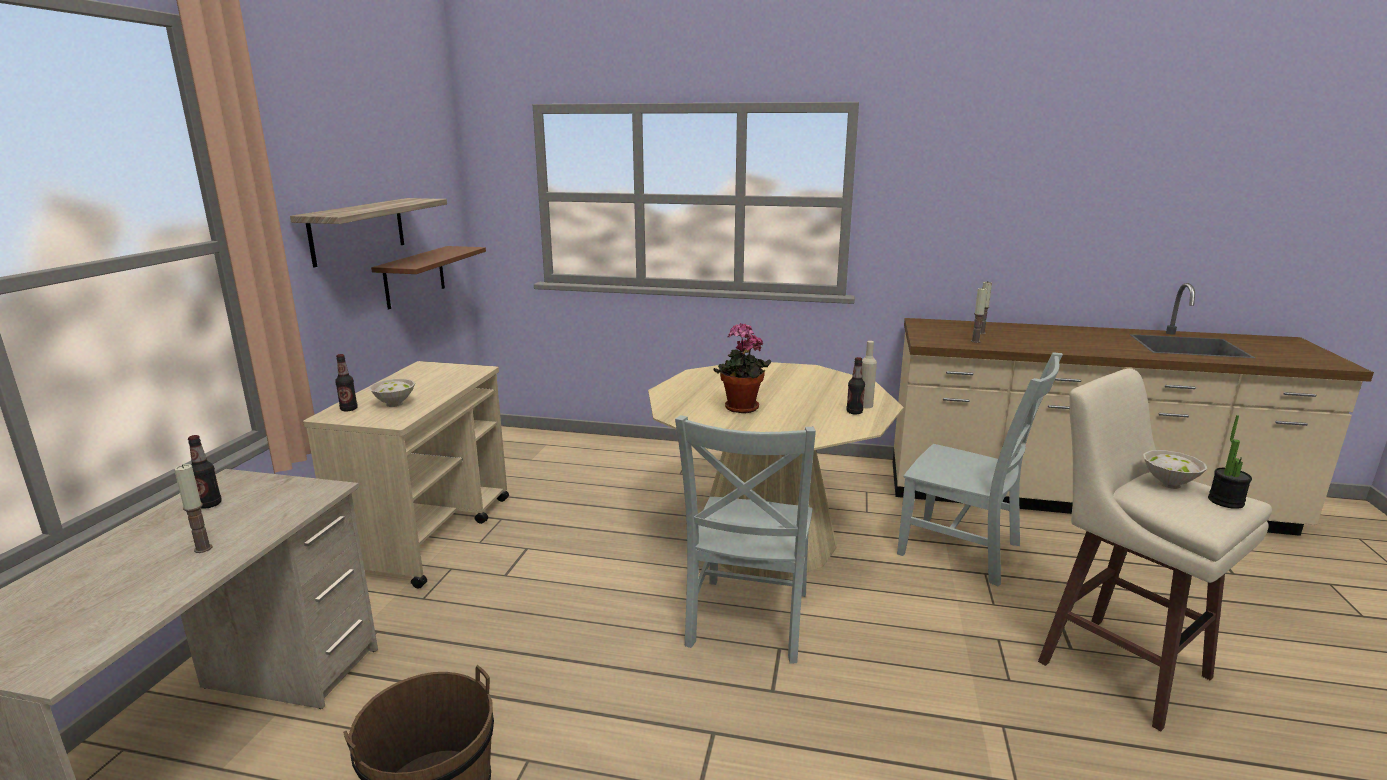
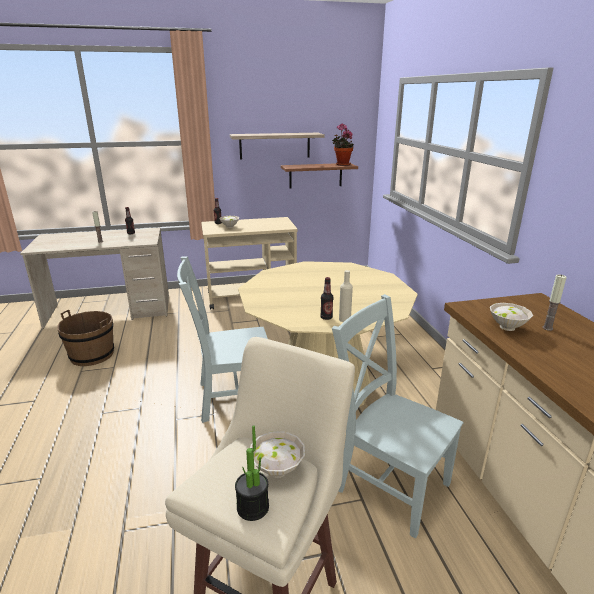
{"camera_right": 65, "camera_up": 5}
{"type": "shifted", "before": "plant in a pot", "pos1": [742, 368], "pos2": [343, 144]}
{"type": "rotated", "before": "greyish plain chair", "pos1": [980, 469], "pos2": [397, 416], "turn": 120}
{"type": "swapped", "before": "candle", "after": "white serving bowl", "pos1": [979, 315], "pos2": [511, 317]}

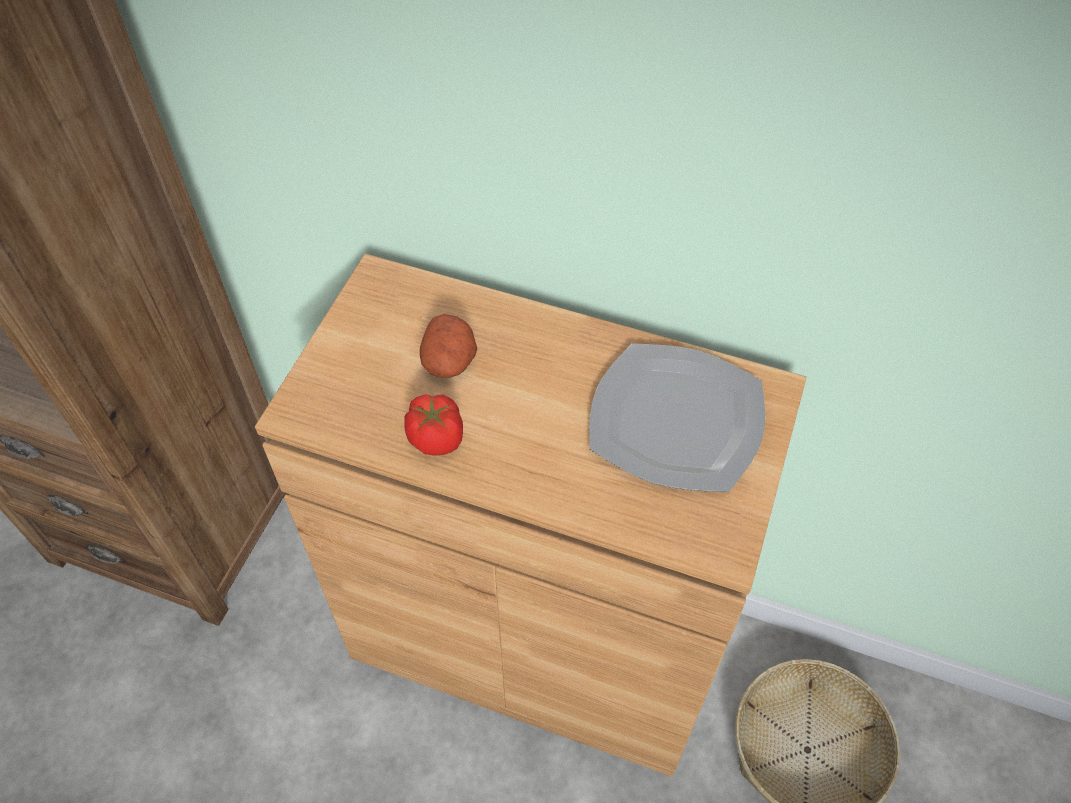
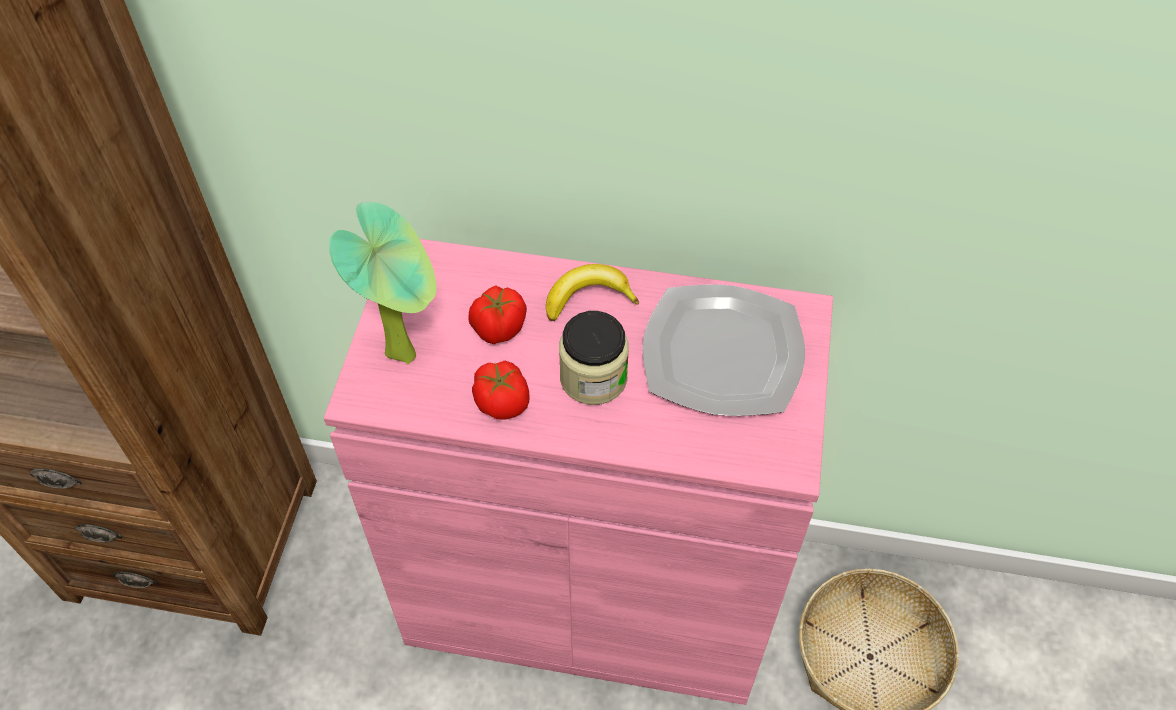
{"camera_right": -10, "camera_up": 0}
{"type": "repainted", "before": "brown storage cabinet", "after": "pinkish storage cabinet", "pos1": [531, 515], "pos2": [578, 472]}
{"type": "new", "after": "plant in a pot", "pos2": [383, 283]}
{"type": "swapped", "before": "potato", "after": "fresh tomato", "pos1": [448, 346], "pos2": [497, 315]}
{"type": "new", "after": "banana fruit", "pos2": [592, 292]}
{"type": "new", "after": "preserve jar", "pos2": [594, 358]}

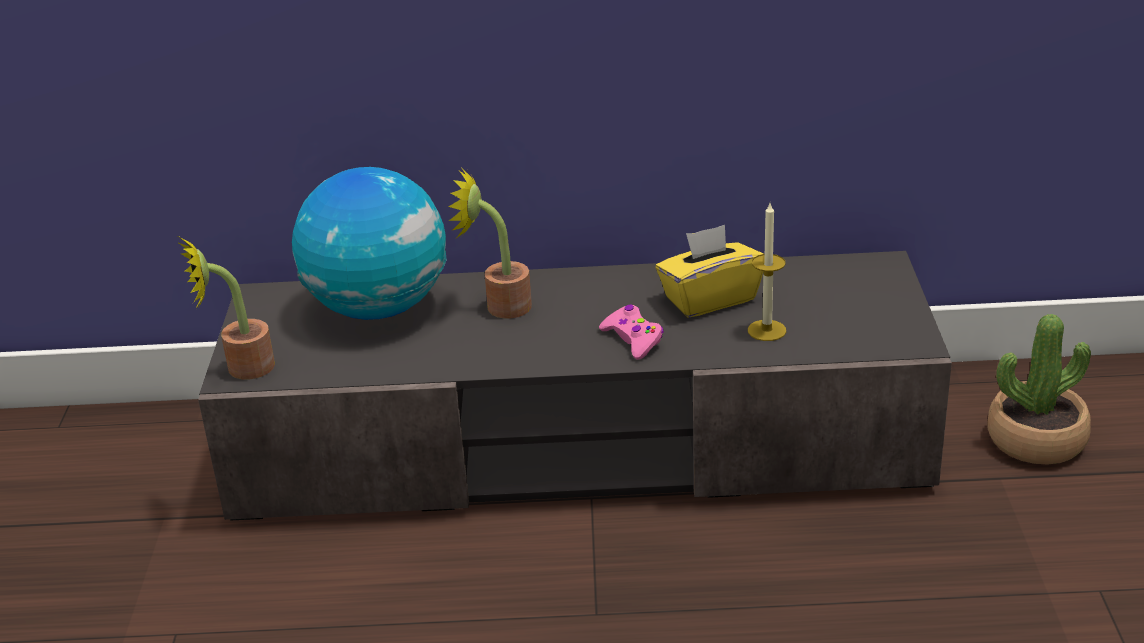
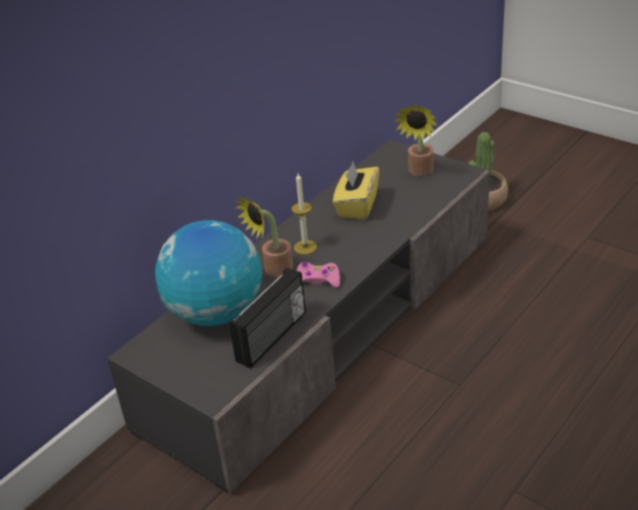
{"camera_right": -50, "camera_up": 5}
{"type": "new", "after": "radio", "pos2": [267, 318]}
{"type": "shifted", "before": "candle", "pos1": [767, 272], "pos2": [304, 214]}
{"type": "shifted", "before": "pinkish game controller", "pos1": [631, 332], "pos2": [318, 275]}
{"type": "shifted", "before": "plant in a pot", "pos1": [226, 308], "pos2": [416, 141]}

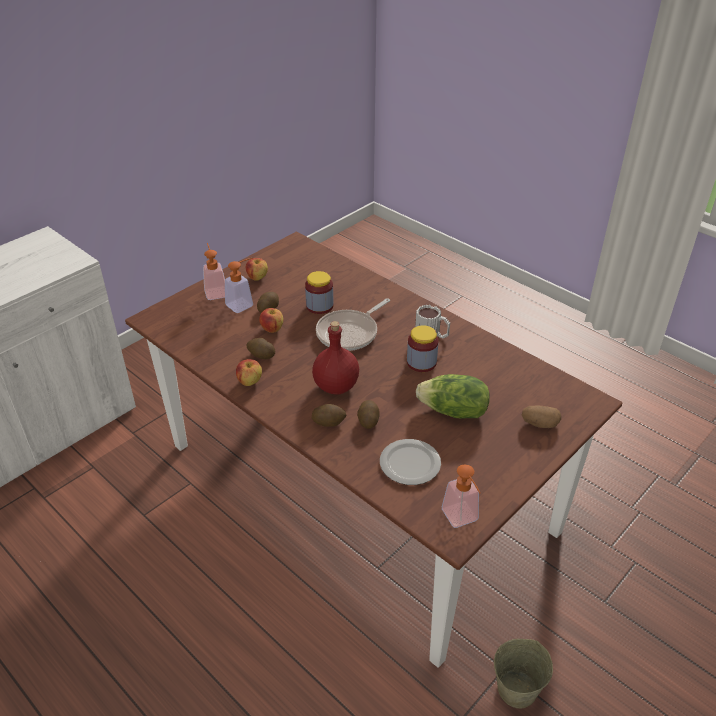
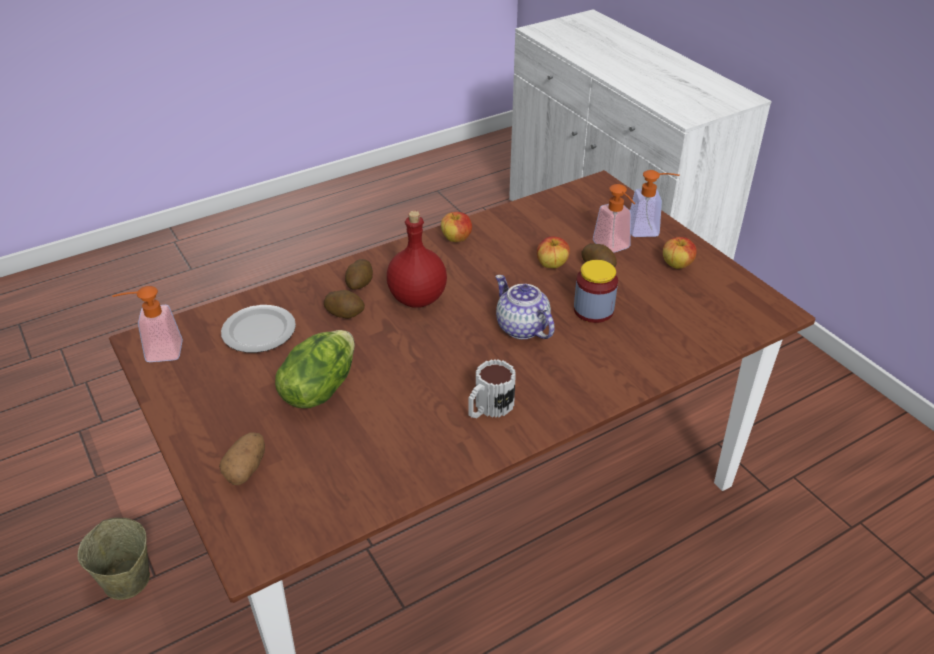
{"camera_right": 105, "camera_up": 0}
{"type": "swapped", "before": "pan", "after": "tea pot", "pos1": [353, 324], "pos2": [525, 307]}
{"type": "gone", "before": "potato", "pos1": [260, 348]}
{"type": "gone", "before": "preserve jar", "pos1": [423, 348]}

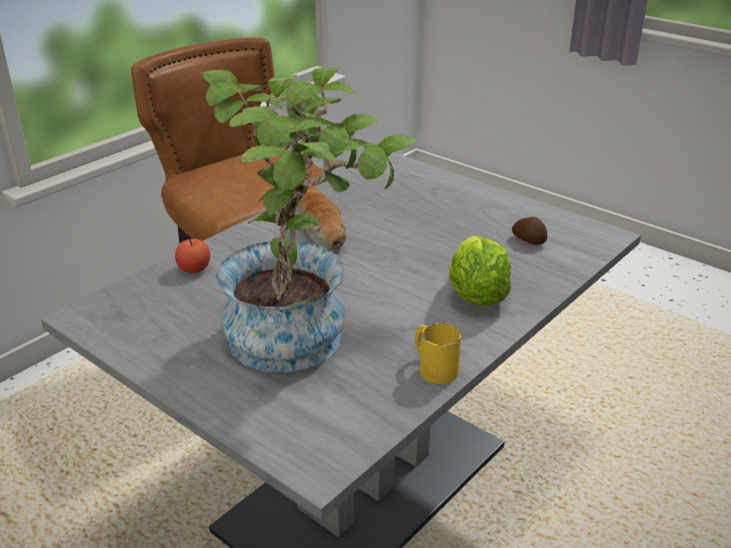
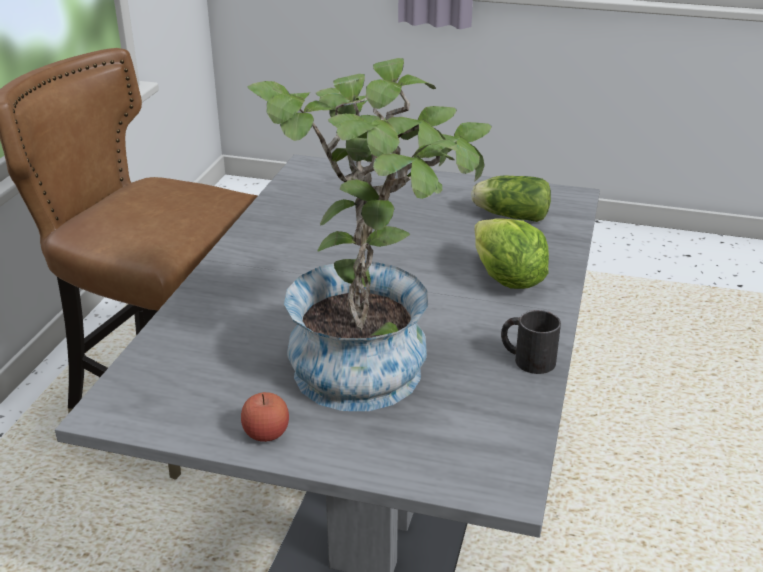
{"camera_right": -25, "camera_up": 0}
{"type": "shifted", "before": "apple fruit", "pos1": [192, 255], "pos2": [265, 417]}
{"type": "swapped", "before": "potato", "after": "head of lettuce", "pos1": [529, 231], "pos2": [511, 199]}
{"type": "repainted", "before": "yellow tea mug", "after": "blackish tea mug", "pos1": [438, 353], "pos2": [531, 342]}
{"type": "gone", "before": "bakery bread", "pos1": [320, 218]}

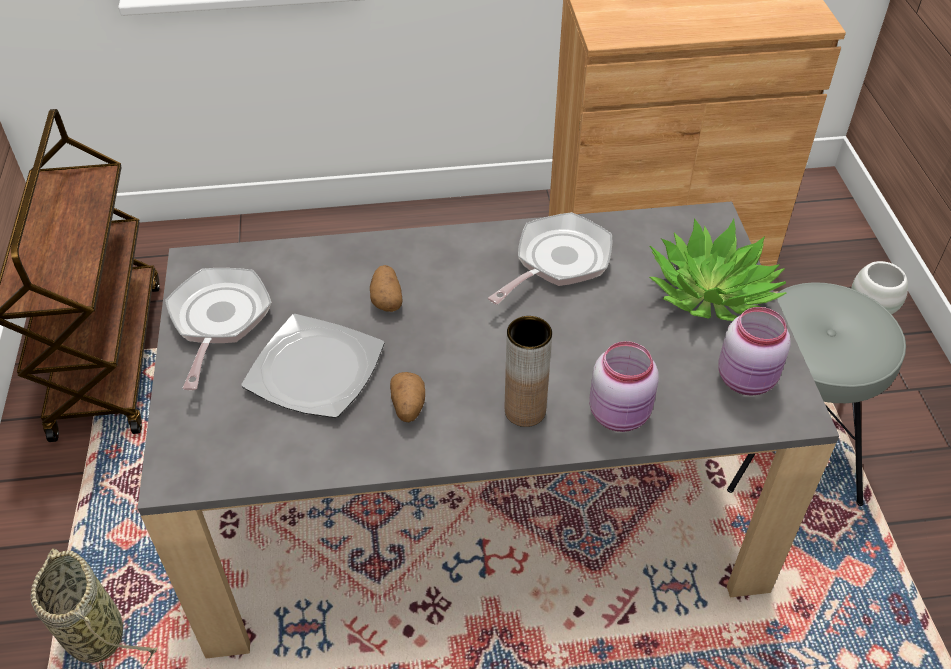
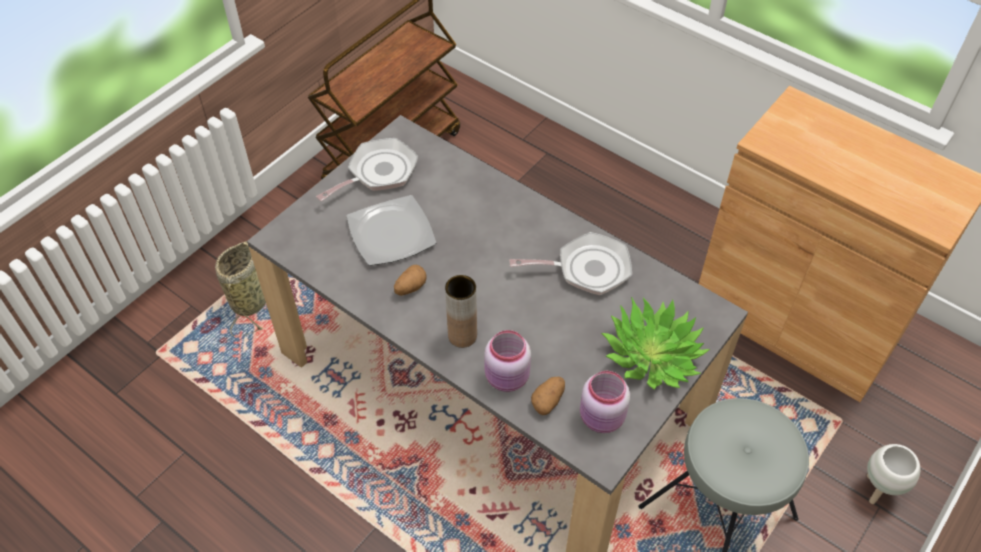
{"camera_right": 45, "camera_up": 5}
{"type": "shifted", "before": "potato", "pos1": [386, 288], "pos2": [548, 396]}

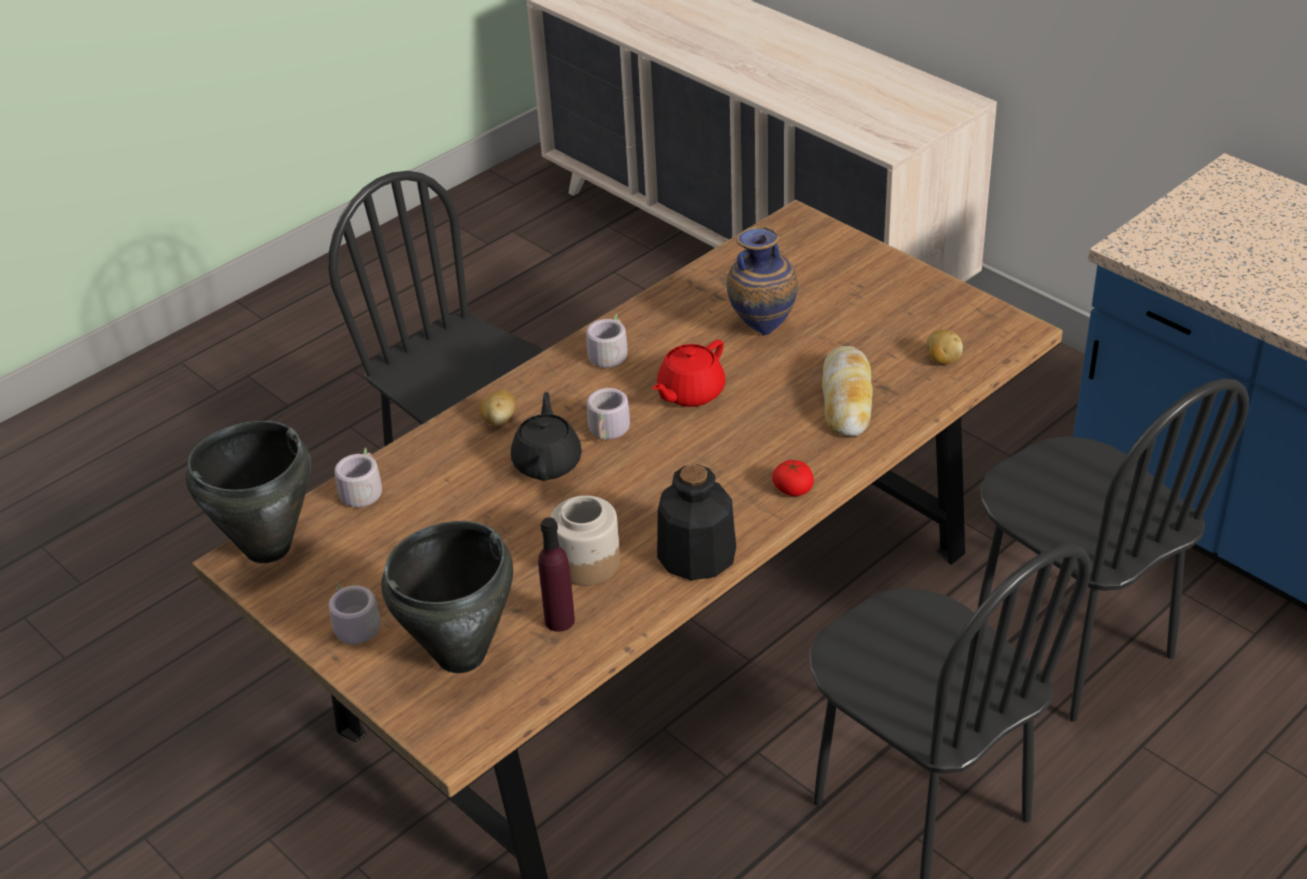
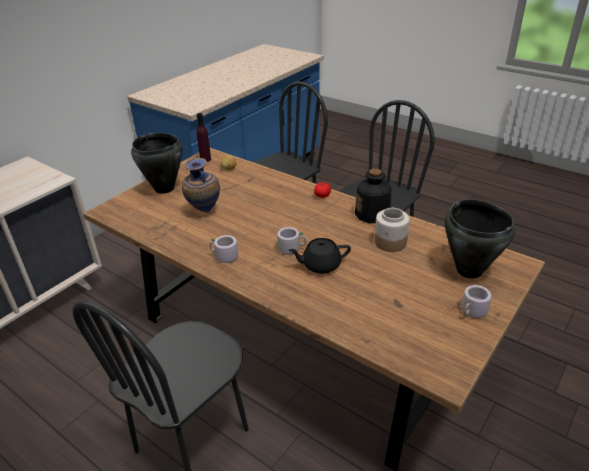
{"camera_right": -100, "camera_up": -5}
{"type": "shifted", "before": "blackish saucepot", "pos1": [248, 492], "pos2": [157, 163]}
{"type": "shifted", "before": "purple-coloured bottle", "pos1": [556, 574], "pos2": [204, 137]}
{"type": "gone", "before": "greyish tea mug", "pos1": [355, 477]}
{"type": "gone", "before": "potato", "pos1": [498, 408]}
{"type": "gone", "before": "red-coloured tea pot", "pos1": [689, 373]}
{"type": "gone", "before": "bakery bread", "pos1": [847, 391]}

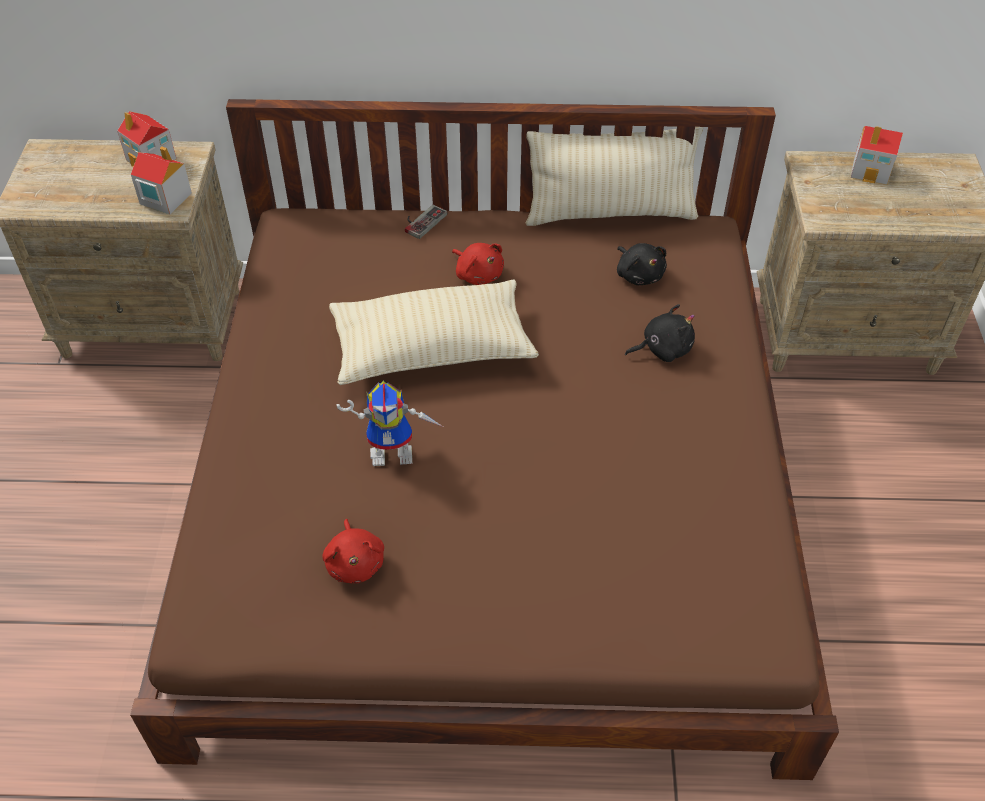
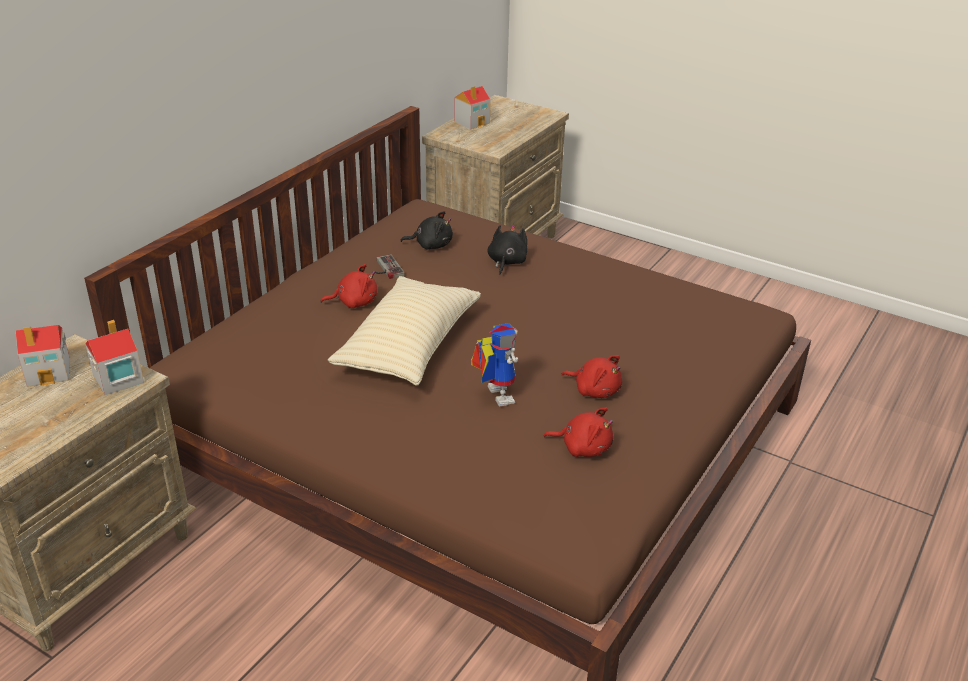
{"camera_right": -60, "camera_up": -15}
{"type": "shifted", "before": "game controller", "pos1": [426, 222], "pos2": [390, 266]}
{"type": "rotated", "before": "toy robot", "pos1": [389, 423], "pos2": [494, 365], "turn": -45}
{"type": "new", "after": "red-coloured plush toy", "pos2": [591, 376]}
{"type": "gone", "before": "sand-coloured cushion", "pos1": [614, 176]}

